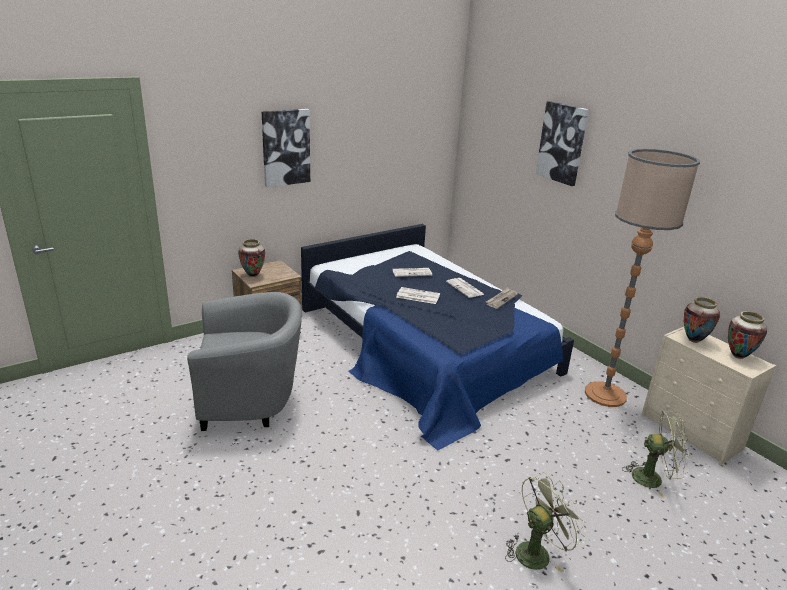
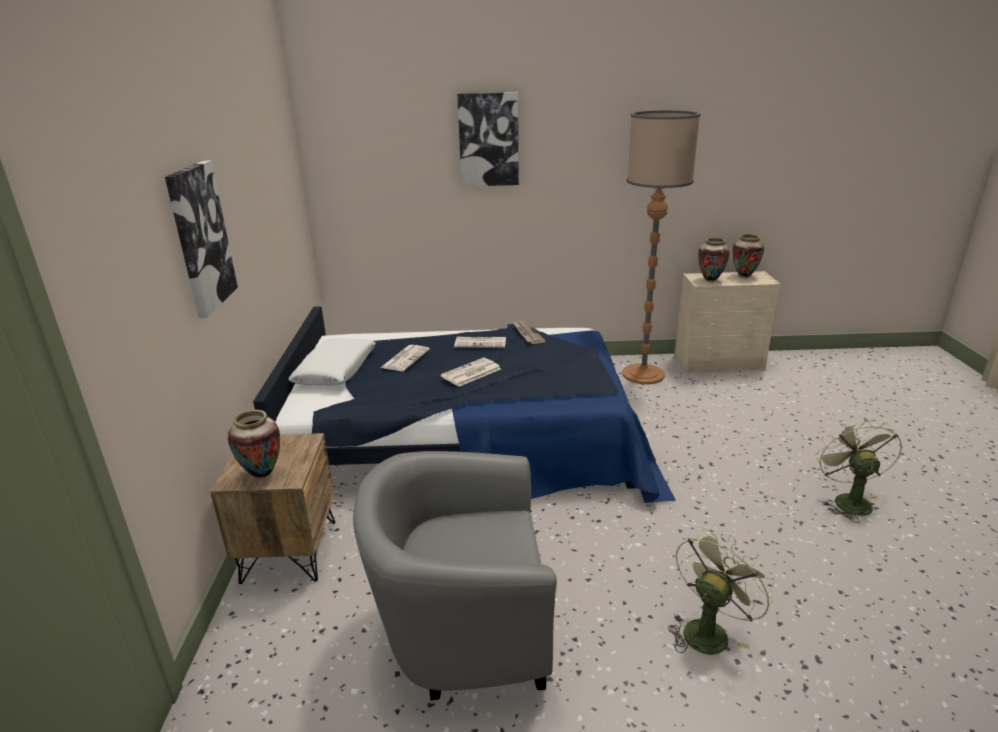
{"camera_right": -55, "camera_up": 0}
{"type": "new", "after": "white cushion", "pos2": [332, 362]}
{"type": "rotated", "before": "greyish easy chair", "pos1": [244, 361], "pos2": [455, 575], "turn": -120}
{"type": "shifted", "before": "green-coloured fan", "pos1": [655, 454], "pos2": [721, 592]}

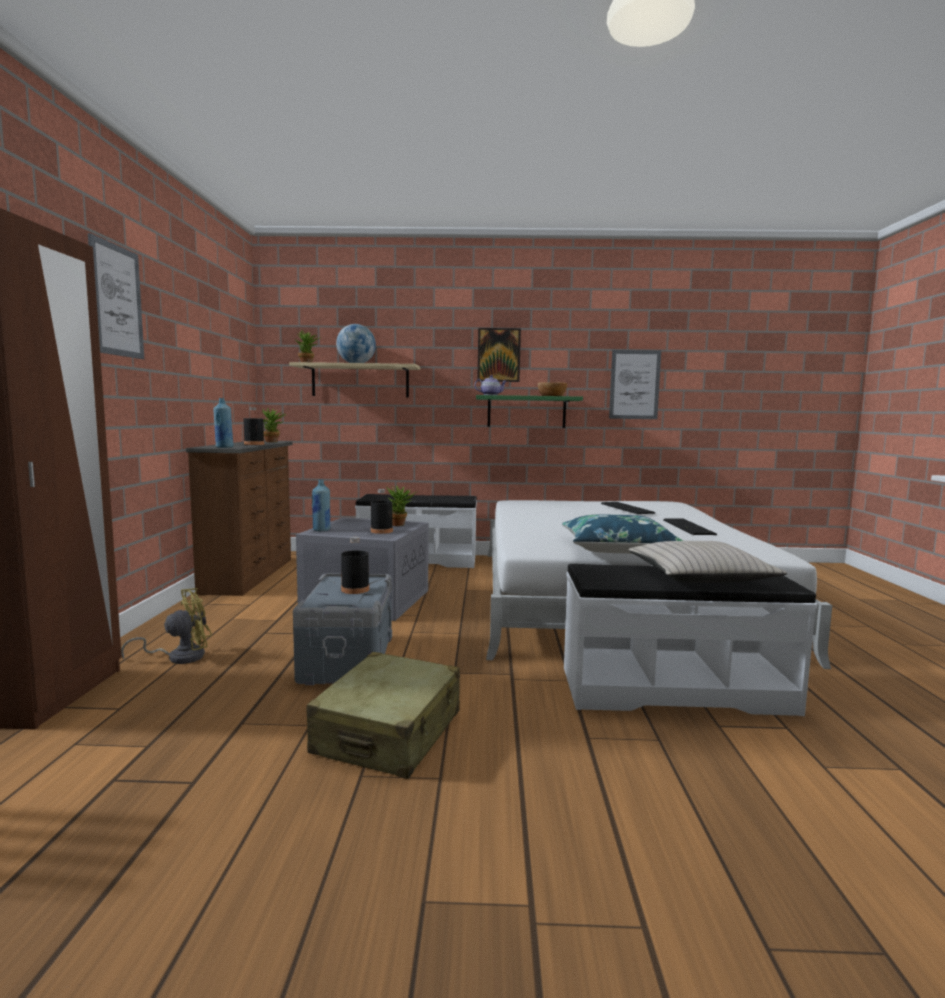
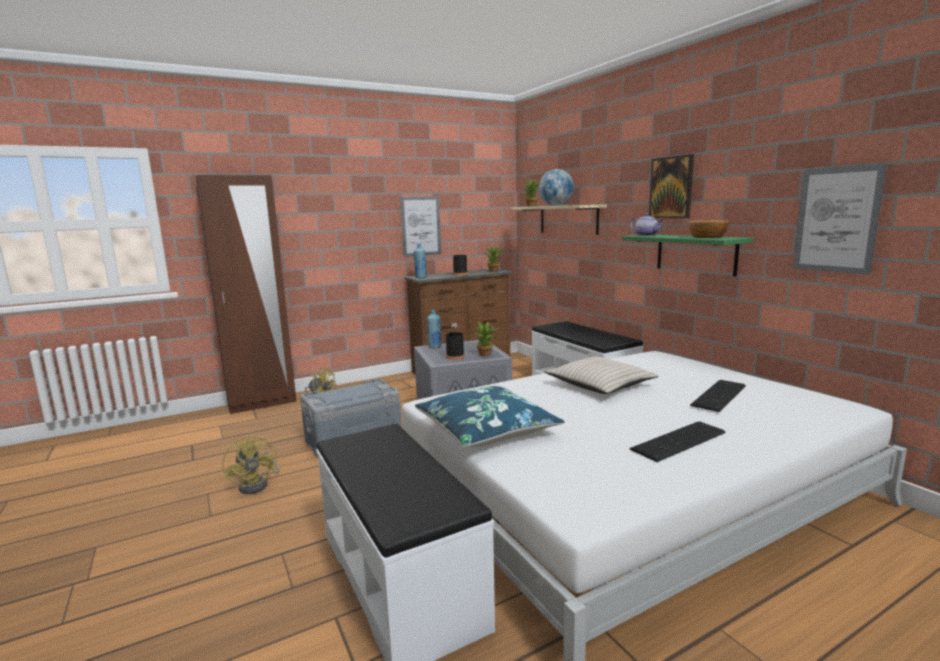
{"camera_right": 60, "camera_up": 5}
{"type": "swapped", "before": "sand-coloured travel case", "after": "yellow fan", "pos1": [383, 715], "pos2": [251, 464]}
{"type": "shifted", "before": "wall picture", "pos1": [116, 296], "pos2": [420, 226]}
{"type": "shifted", "before": "sand-coloured cushion", "pos1": [707, 562], "pos2": [601, 375]}
{"type": "gone", "before": "blackish bottle", "pos1": [355, 565]}

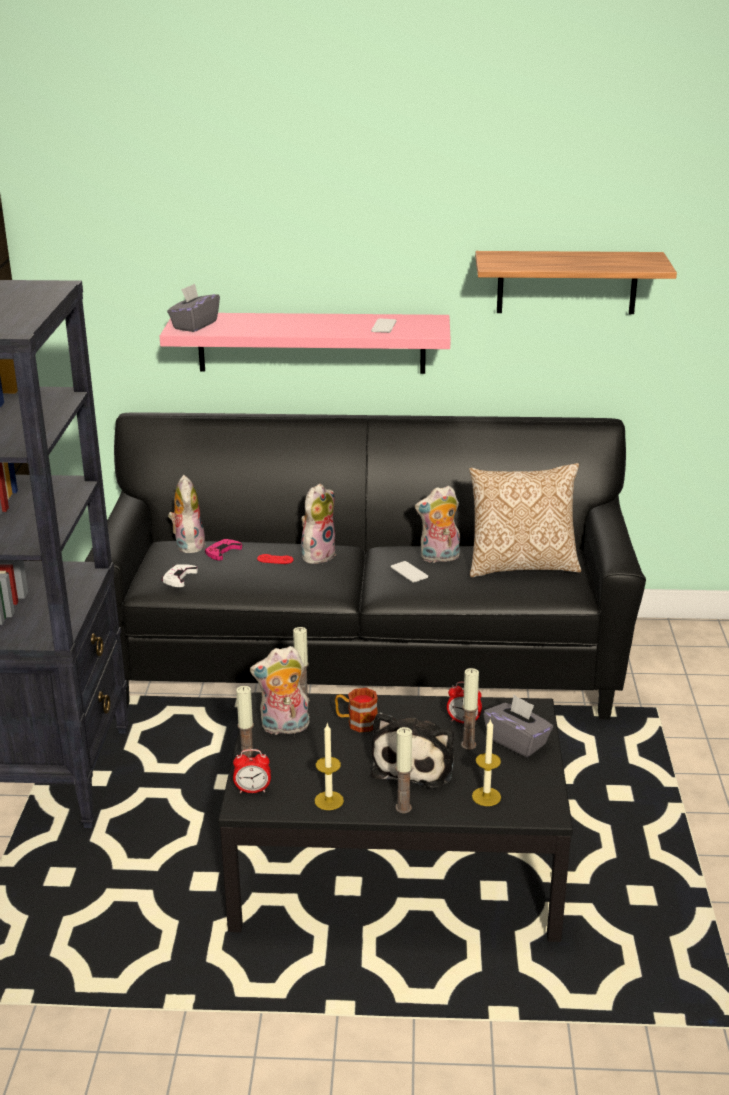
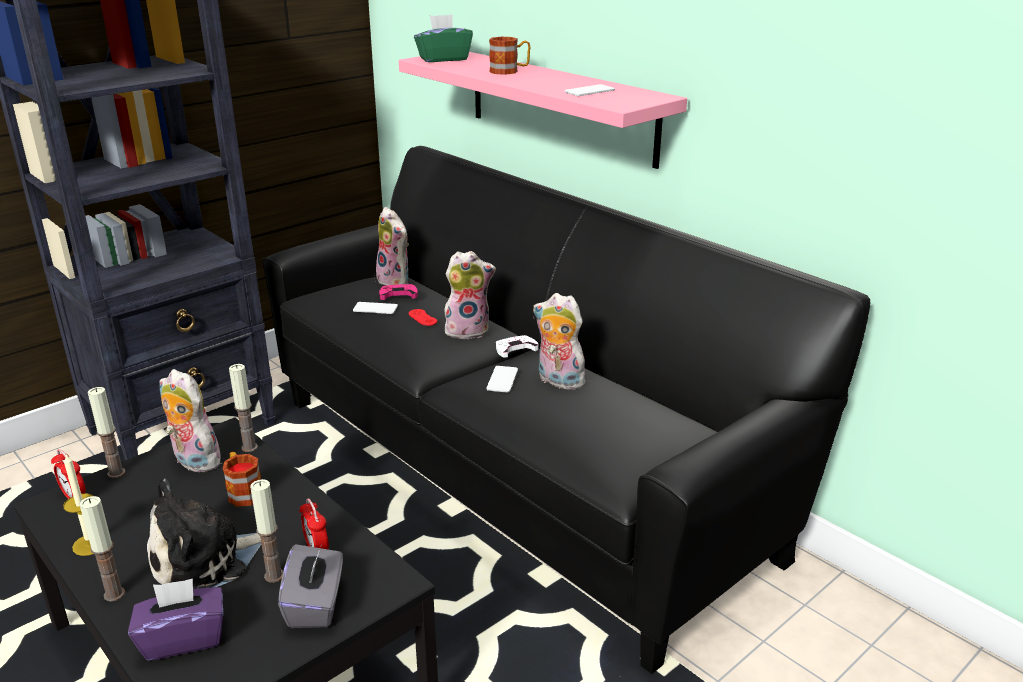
{"camera_right": 45, "camera_up": 0}
{"type": "swapped", "before": "candle", "after": "purple-coloured tissue holder", "pos1": [486, 762], "pos2": [175, 619]}
{"type": "new", "after": "telephone", "pos2": [375, 308]}
{"type": "rotated", "before": "plush toy", "pos1": [187, 514], "pos2": [392, 246], "turn": 105}
{"type": "repainted", "before": "greyish tissue holder", "after": "green-coloured tissue holder", "pos1": [193, 308], "pos2": [443, 38]}
{"type": "new", "after": "tea mug", "pos2": [509, 56]}
{"type": "shifted", "before": "white game controller", "pos1": [180, 575], "pos2": [517, 346]}
{"type": "gone", "before": "cushion", "pos1": [525, 520]}
{"type": "gone", "before": "shelf", "pos1": [576, 282]}

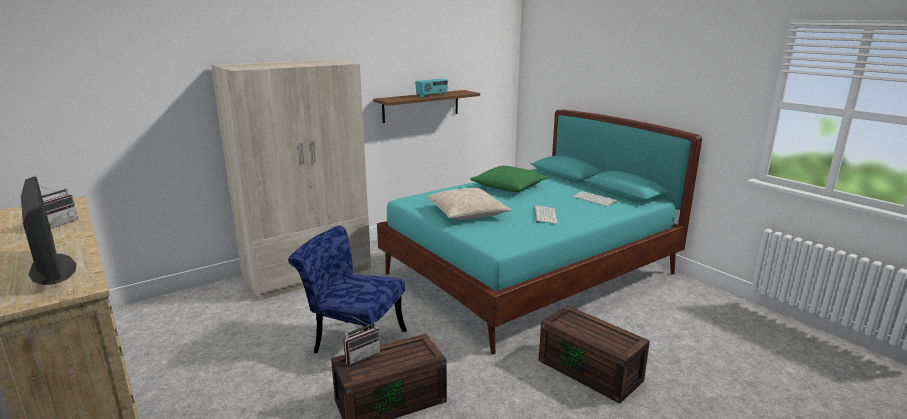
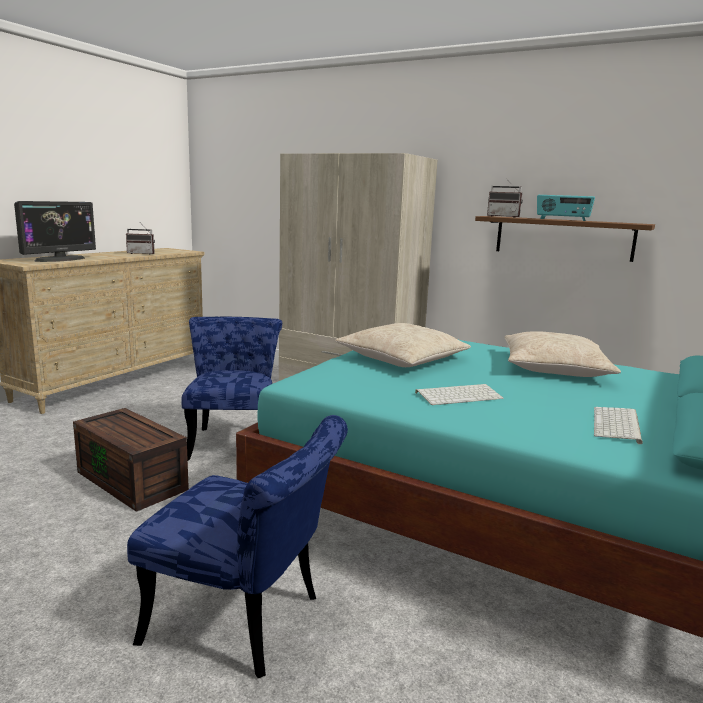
{"camera_right": 65, "camera_up": -5}
{"type": "swapped", "before": "brown storage box", "after": "bluish plain chair", "pos1": [594, 354], "pos2": [237, 546]}
{"type": "shifted", "before": "radio", "pos1": [362, 340], "pos2": [505, 198]}
{"type": "repainted", "before": "green-coloured cushion", "after": "sand-coloured cushion", "pos1": [509, 179], "pos2": [562, 354]}

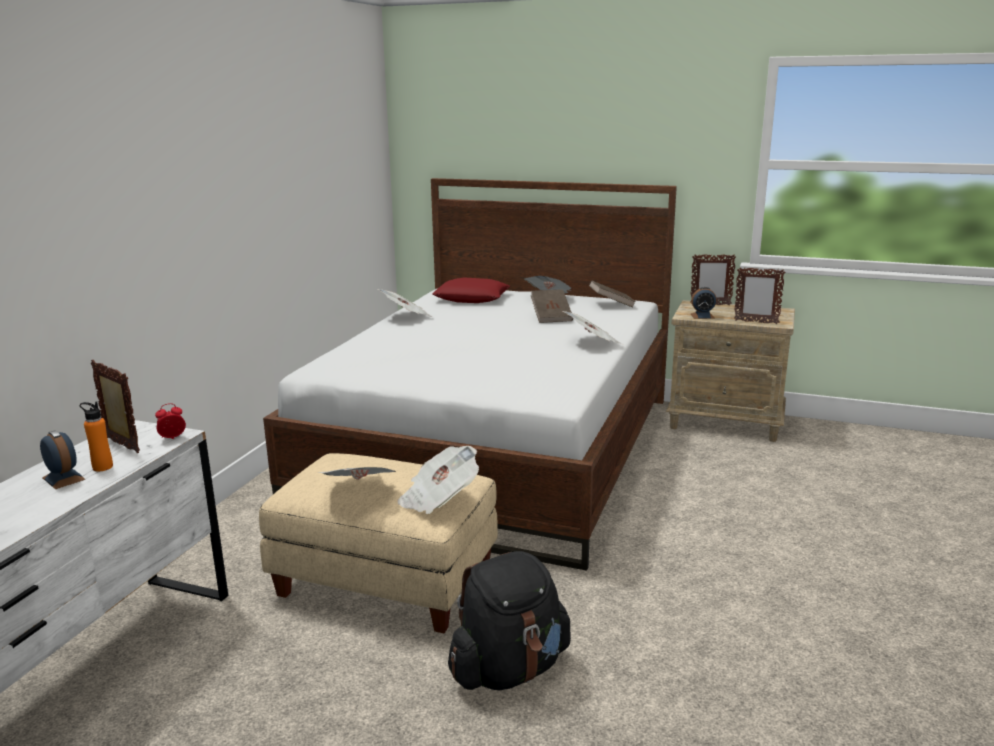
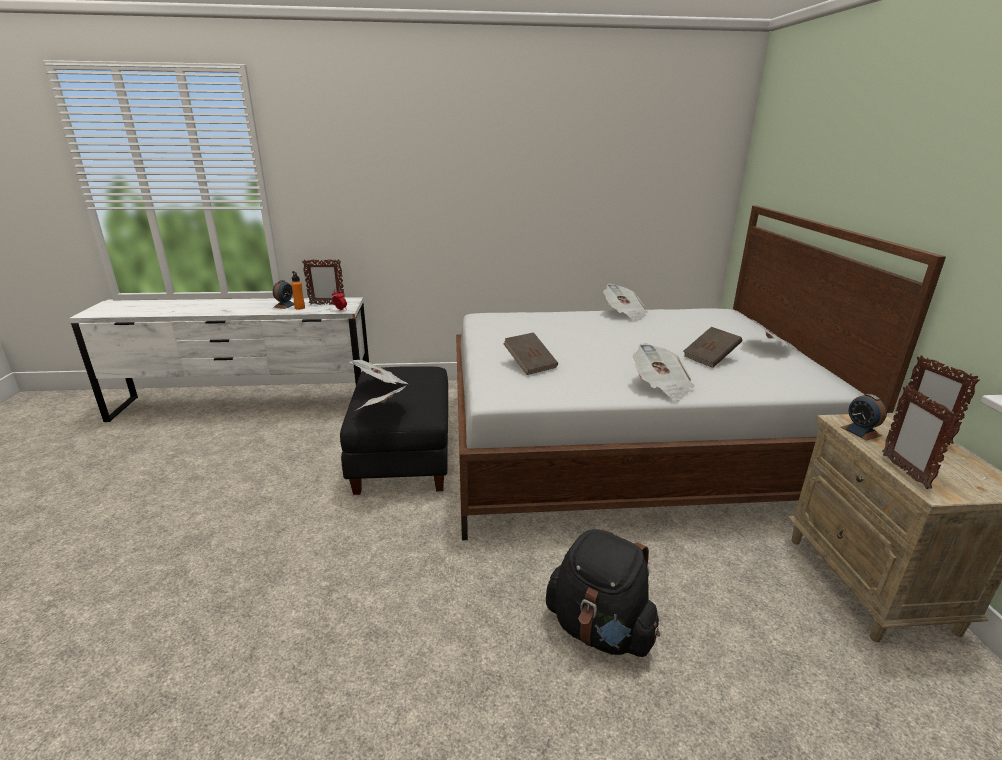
{"camera_right": 65, "camera_up": 5}
{"type": "rotated", "before": "standing frame", "pos1": [115, 406], "pos2": [323, 282], "turn": 75}
{"type": "repainted", "before": "sand-coloured footrest", "after": "blackish footrest", "pos1": [378, 543], "pos2": [394, 430]}
{"type": "shifted", "before": "brown book", "pos1": [612, 293], "pos2": [530, 353]}
{"type": "shifted", "before": "blackish knapsack", "pos1": [509, 620], "pos2": [603, 593]}
{"type": "gone", "before": "red-coloured cushion", "pos1": [471, 290]}

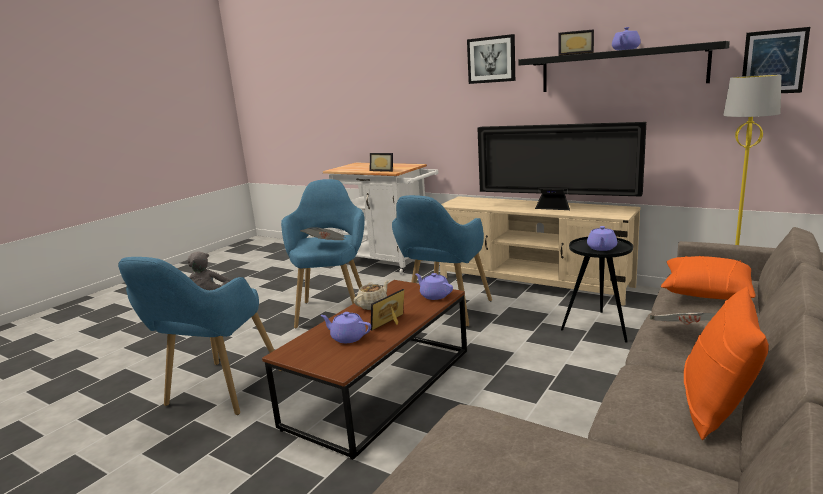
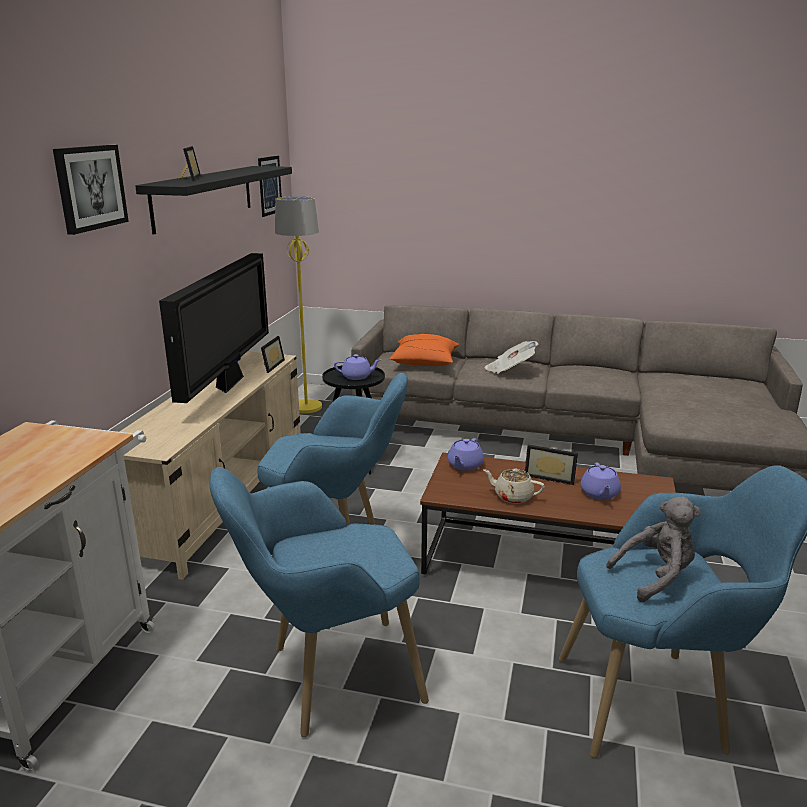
{"camera_right": -110, "camera_up": 5}
{"type": "shifted", "before": "standing frame", "pos1": [381, 162], "pos2": [273, 354]}
{"type": "gone", "before": "newspaper", "pos1": [322, 233]}
{"type": "gone", "before": "purple-coloured tea pot", "pos1": [626, 38]}
{"type": "gone", "before": "orange-coloured cushion", "pos1": [726, 363]}

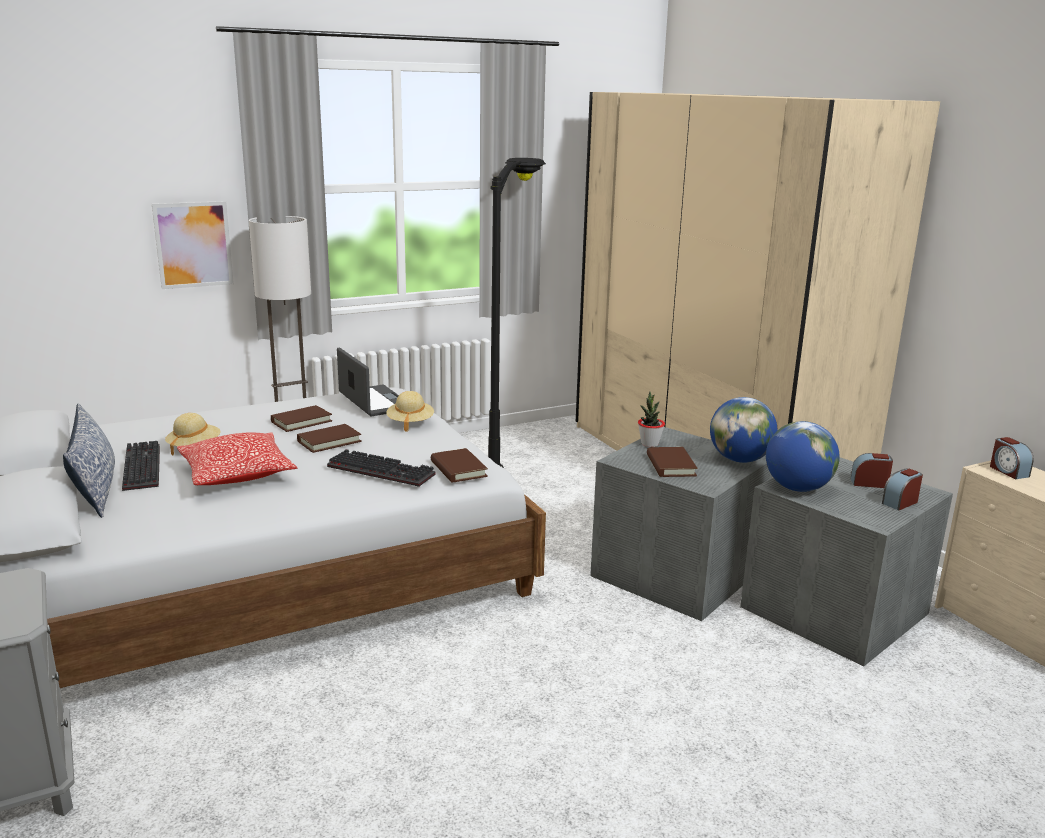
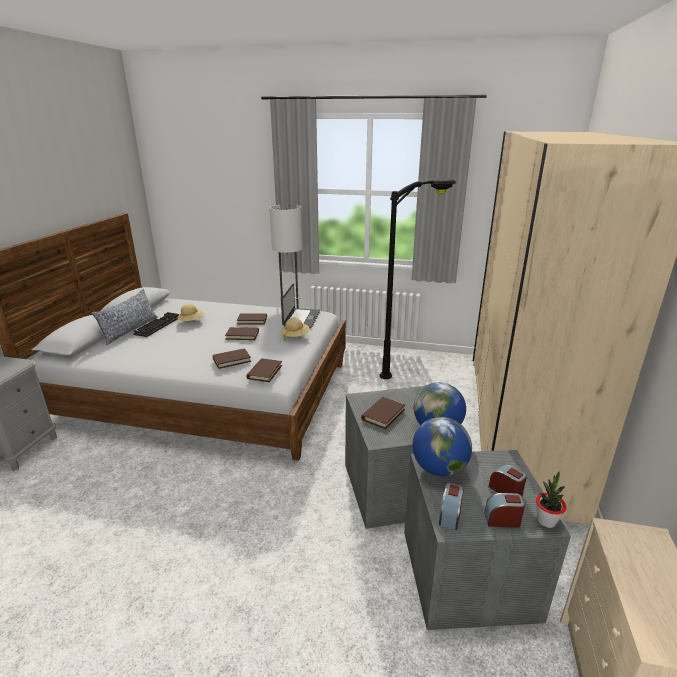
{"camera_right": 40, "camera_up": 5}
{"type": "swapped", "before": "keyboard", "after": "brown book", "pos1": [381, 468], "pos2": [232, 358]}
{"type": "shifted", "before": "bedside clock", "pos1": [1012, 458], "pos2": [451, 506]}
{"type": "shifted", "before": "plant in a pot", "pos1": [651, 419], "pos2": [551, 499]}
{"type": "gone", "before": "wall picture", "pos1": [193, 245]}
{"type": "gone", "before": "cushion", "pos1": [237, 458]}

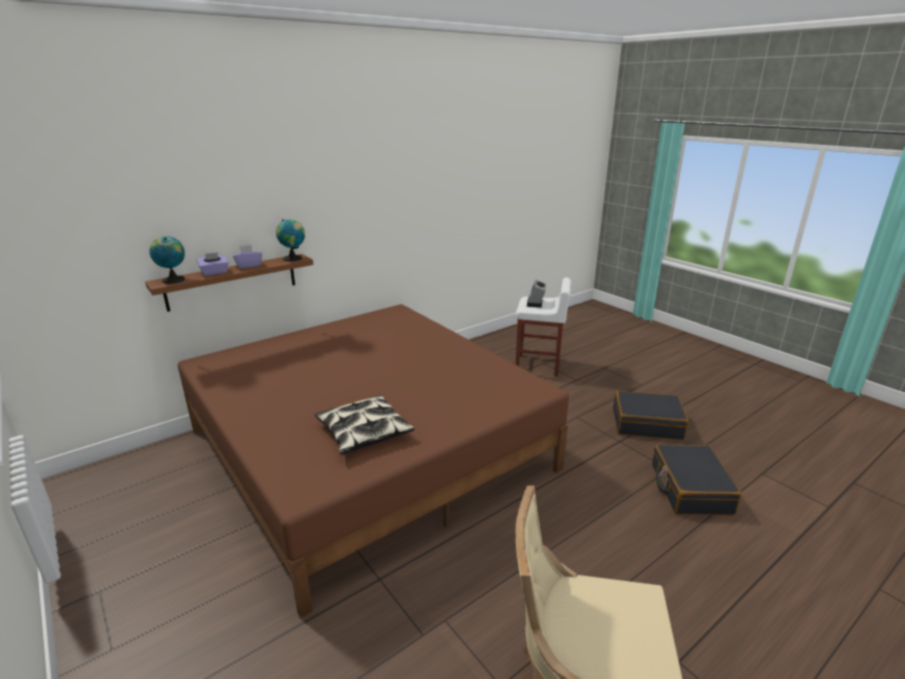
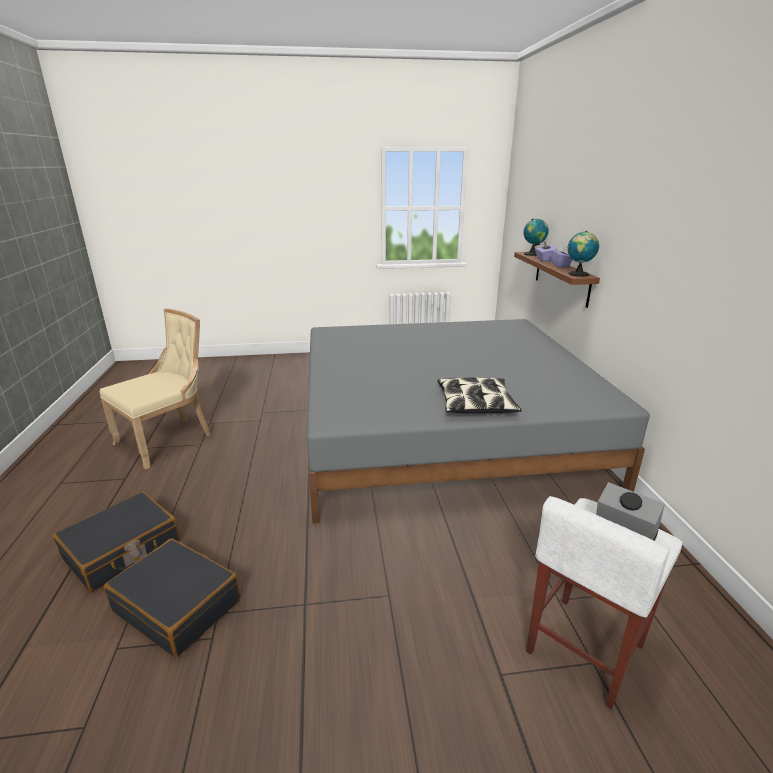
{"camera_right": 120, "camera_up": 0}
{"type": "shifted", "before": "blackish travel case", "pos1": [651, 415], "pos2": [116, 542]}
{"type": "repainted", "before": "brown bedroom bed", "after": "greyish bedroom bed", "pos1": [373, 461], "pos2": [478, 421]}
{"type": "shifted", "before": "cushion", "pos1": [365, 424], "pos2": [479, 395]}

